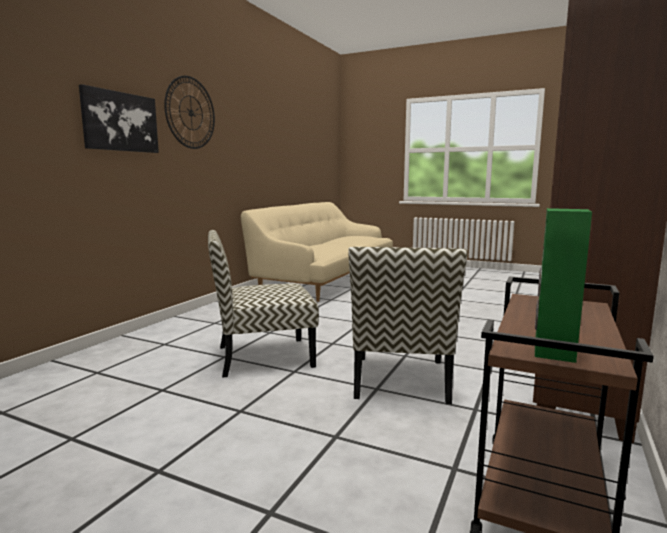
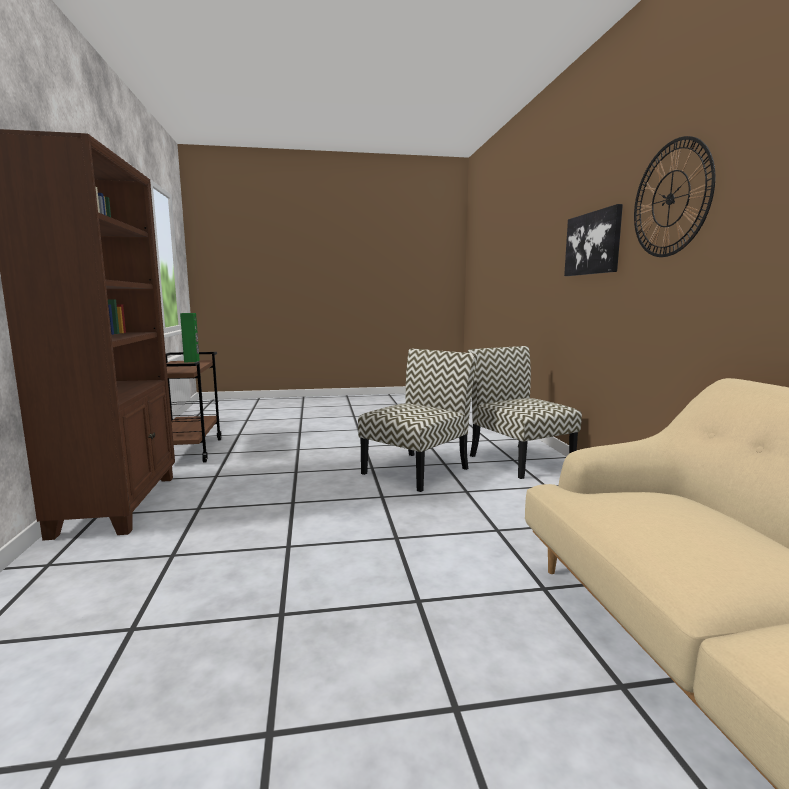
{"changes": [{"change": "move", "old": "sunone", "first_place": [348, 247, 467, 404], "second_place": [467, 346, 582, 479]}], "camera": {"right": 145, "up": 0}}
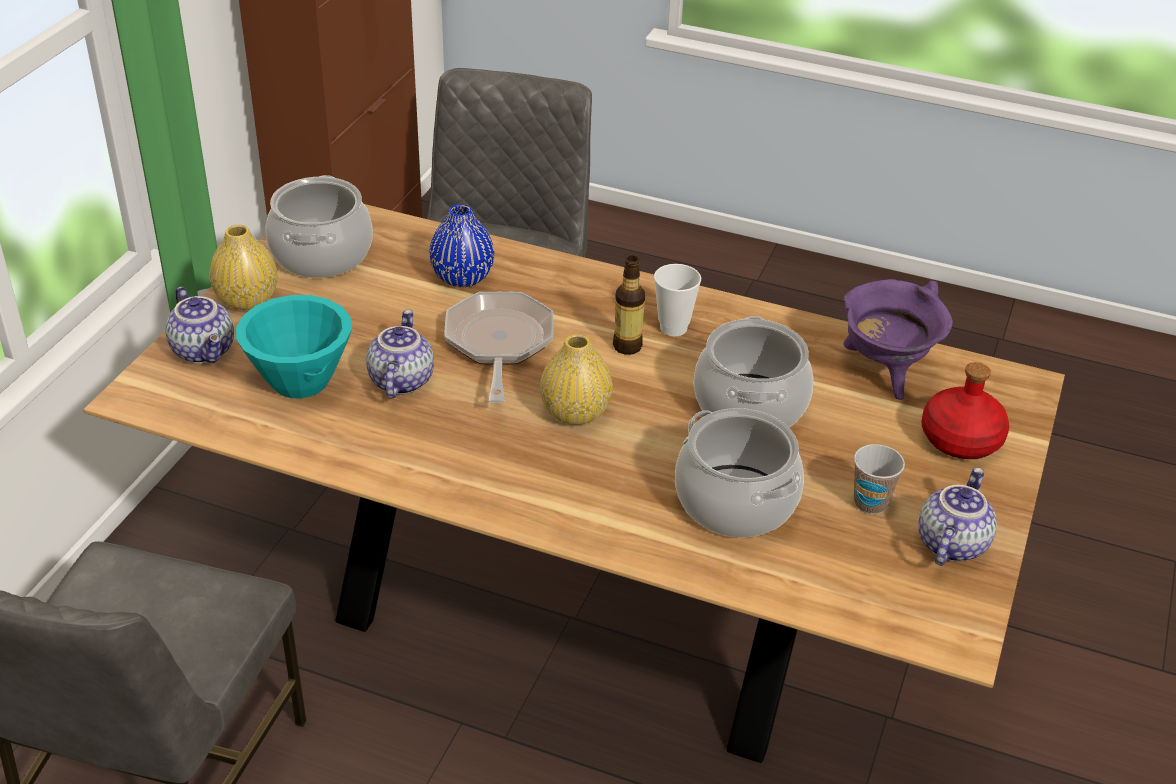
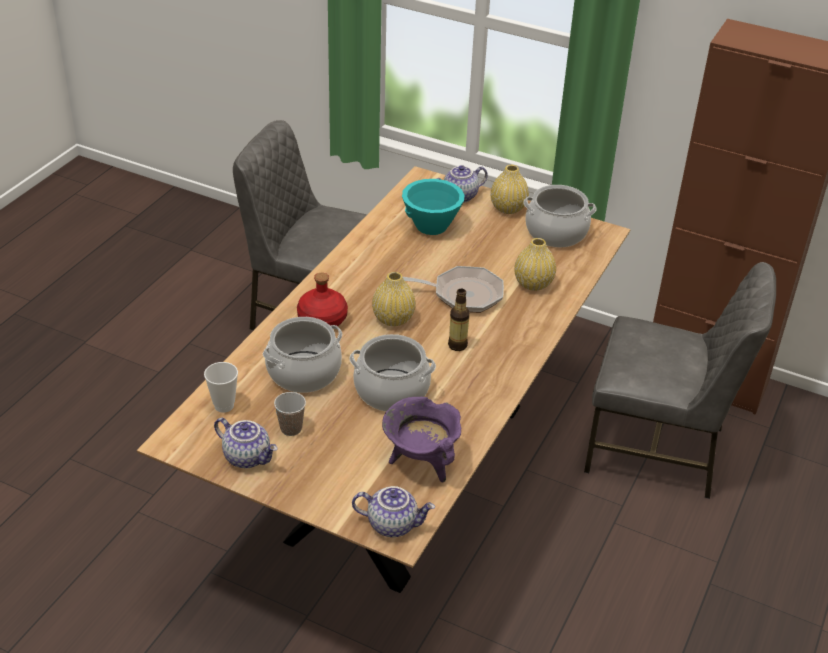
{"changes": [{"change": "recolor", "old": "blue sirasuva", "new": "yellow sirasuva", "first_place": [429, 204, 494, 287], "second_place": [514, 238, 556, 291]}, {"change": "move", "old": "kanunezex", "first_place": [654, 264, 701, 336], "second_place": [204, 362, 238, 413]}, {"change": "move", "old": "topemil", "first_place": [366, 310, 434, 398], "second_place": [352, 486, 435, 537]}, {"change": "move", "old": "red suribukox", "first_place": [922, 362, 1009, 459], "second_place": [297, 272, 348, 326]}], "camera": {"right": 95, "up": 0}}
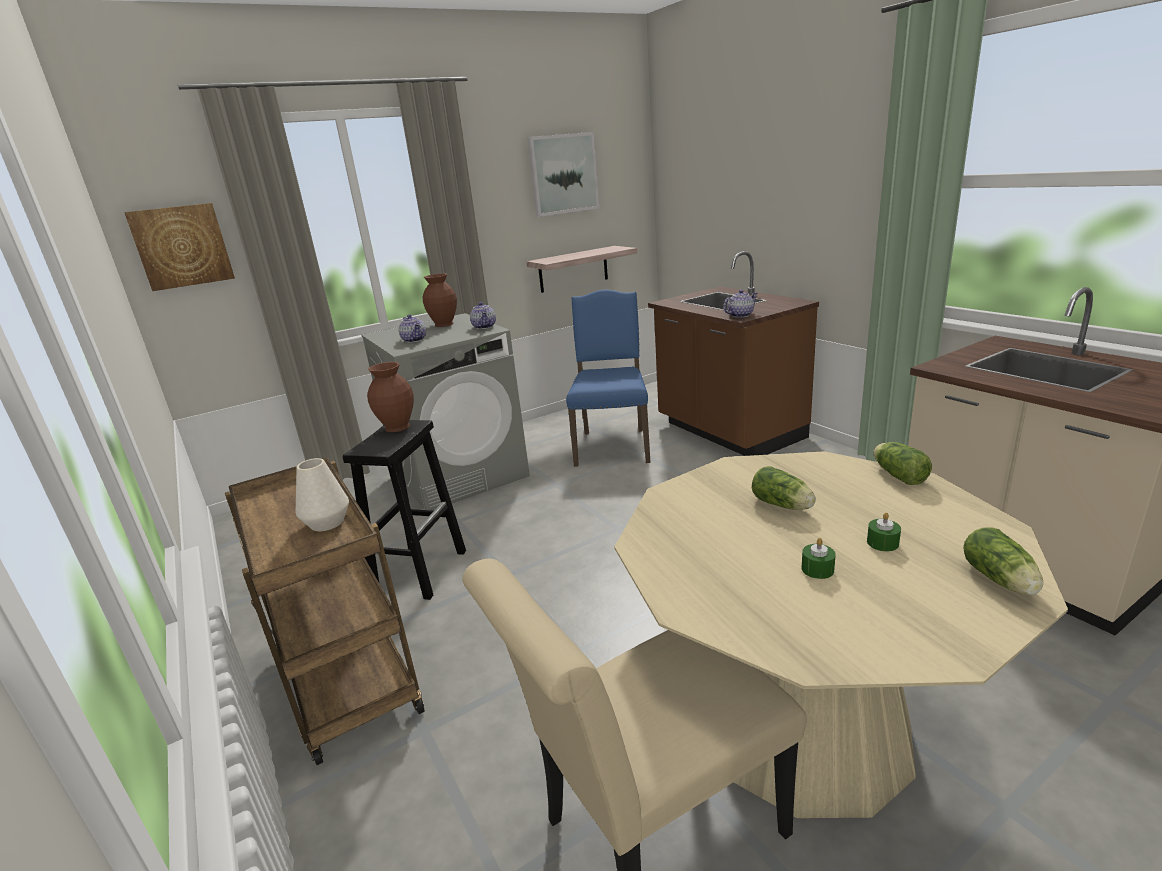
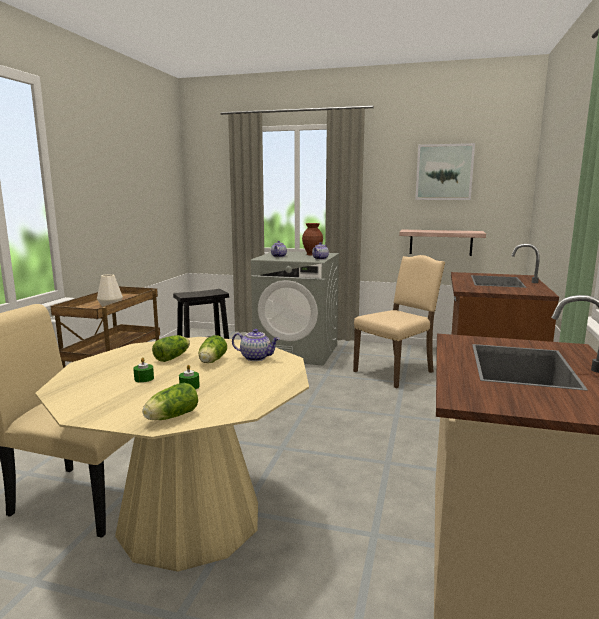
{"changes": [{"change": "delete", "old": "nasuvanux", "first_place": [124, 203, 235, 291]}, {"change": "recolor", "old": "blue sunone", "new": "beige sunone", "first_place": [566, 290, 651, 467], "second_place": [353, 255, 445, 388]}, {"change": "move", "old": "topemil", "first_place": [723, 290, 757, 318], "second_place": [232, 329, 280, 361]}, {"change": "delete", "old": "brown sirasuva", "first_place": [367, 362, 414, 432]}, {"change": "move", "old": "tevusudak", "first_place": [873, 442, 932, 485], "second_place": [152, 335, 190, 362]}], "camera": {"right": 45, "up": -10}}
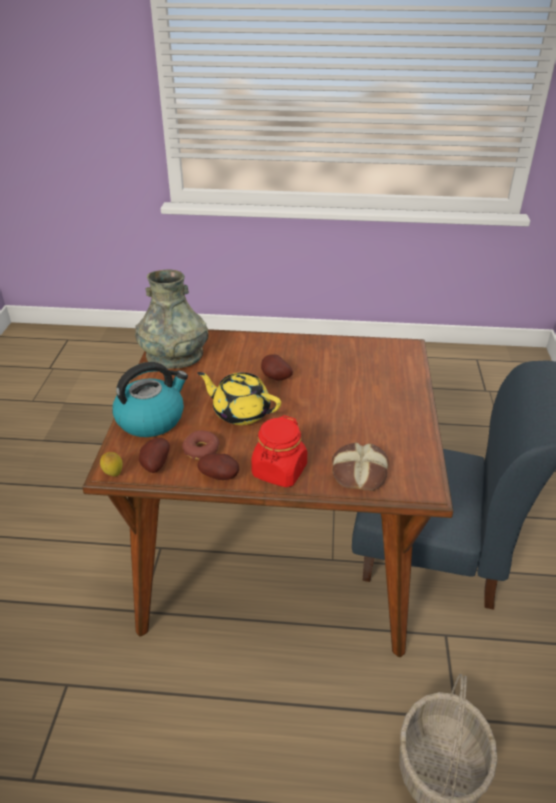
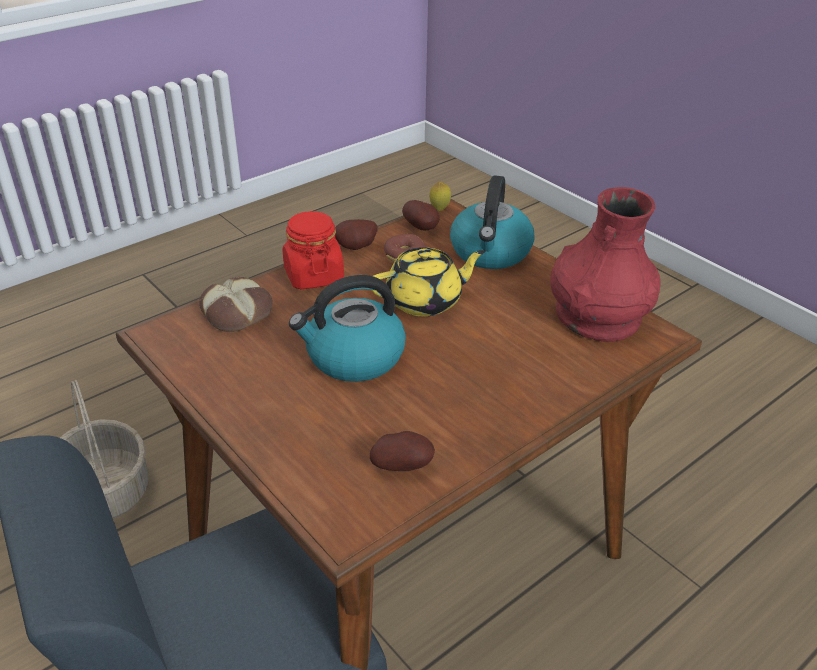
{"changes": [{"change": "recolor", "old": "grey sirasuva", "new": "red sirasuva", "first_place": [135, 270, 208, 369], "second_place": [550, 187, 661, 342]}, {"change": "move", "old": "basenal", "first_place": [261, 354, 293, 381], "second_place": [370, 431, 435, 471]}, {"change": "insert", "new": "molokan", "second_place": [289, 275, 406, 382]}], "camera": {"right": 135, "up": 0}}
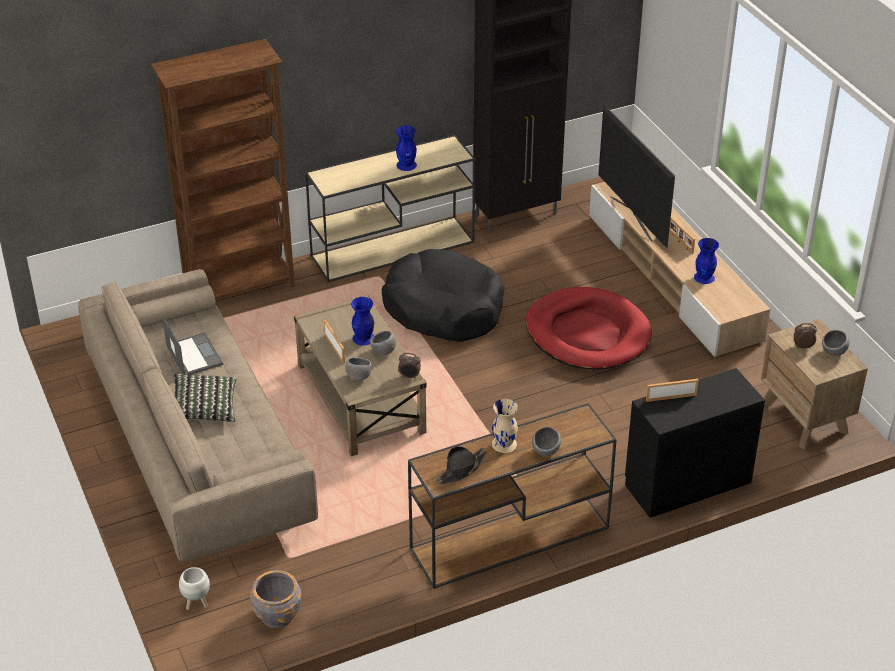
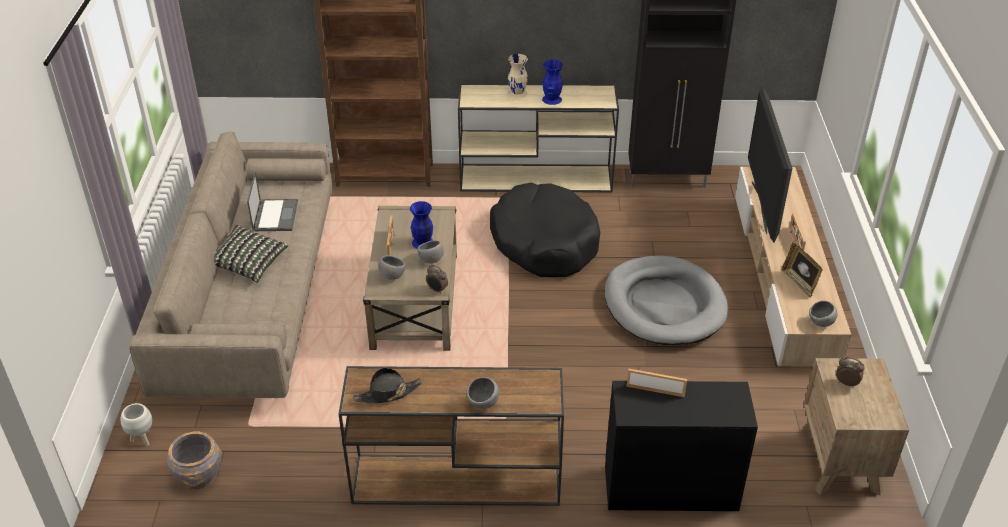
{"changes": [{"change": "replace", "old": "blue sirasuva", "new": "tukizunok", "first_place": [694, 238, 719, 284], "second_place": [782, 243, 823, 298]}, {"change": "recolor", "old": "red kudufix", "new": "grey kudufix", "first_place": [526, 287, 652, 370], "second_place": [605, 256, 729, 345]}, {"change": "move", "old": "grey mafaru", "first_place": [822, 330, 850, 356], "second_place": [809, 301, 837, 327]}, {"change": "move", "old": "beige sirasuva", "first_place": [492, 399, 518, 453], "second_place": [508, 54, 528, 99]}], "camera": {"right": 25, "up": 0}}
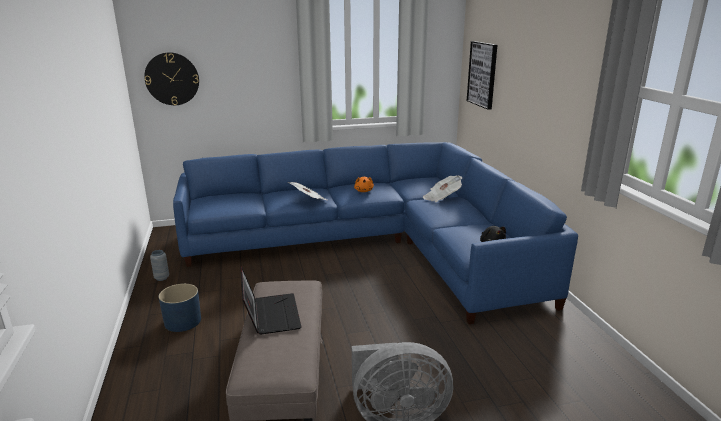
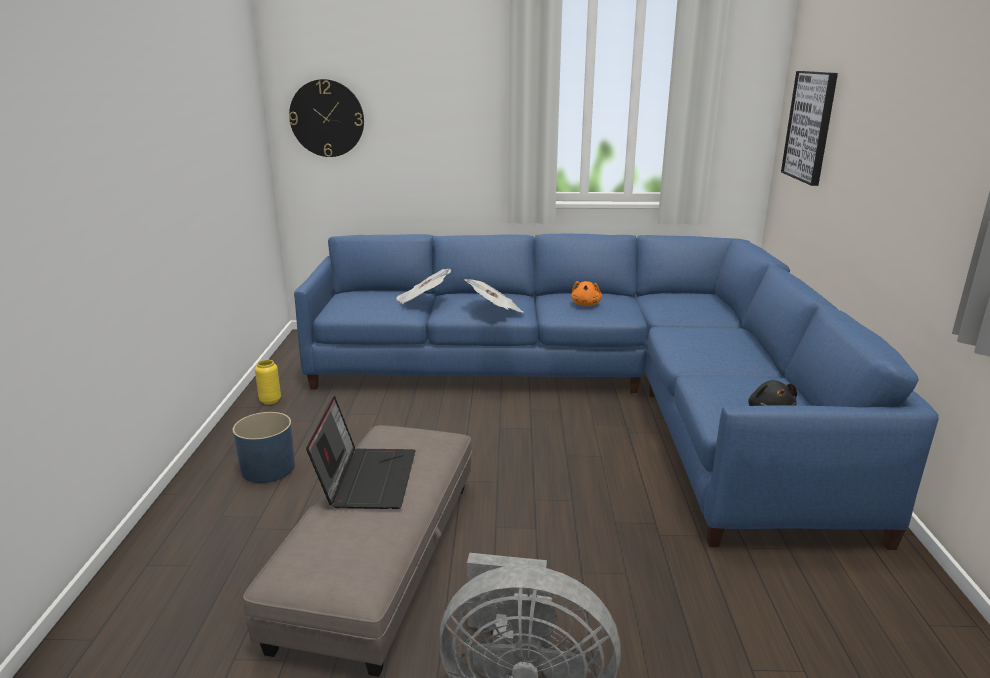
{"changes": [{"change": "move", "old": "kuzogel", "first_place": [423, 176, 462, 202], "second_place": [397, 269, 451, 304]}, {"change": "recolor", "old": "grey sirasuva", "new": "yellow sirasuva", "first_place": [150, 250, 169, 281], "second_place": [255, 360, 281, 405]}], "camera": {"right": 15, "up": 0}}
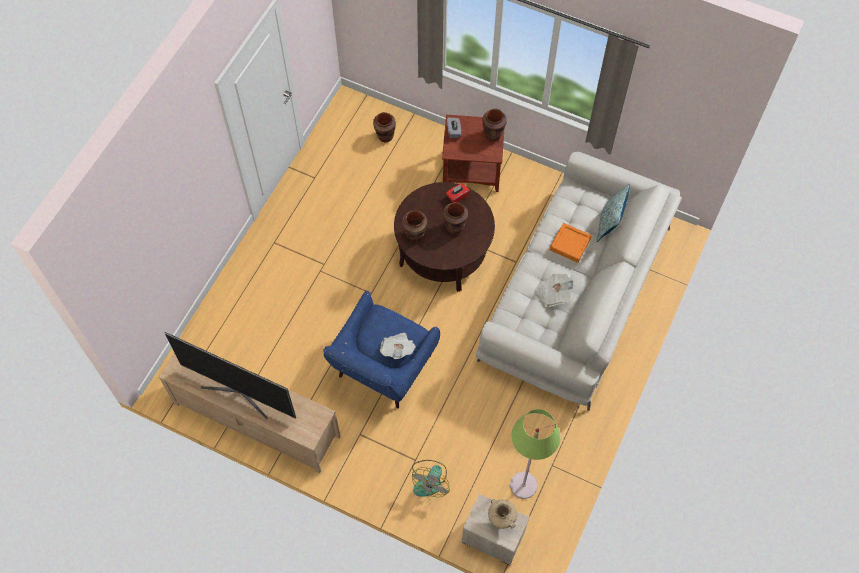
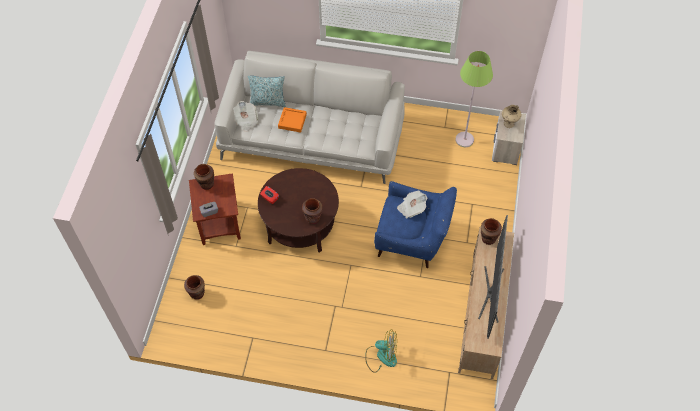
{"changes": [{"change": "move", "old": "brown sirasuva", "first_place": [443, 202, 468, 234], "second_place": [481, 218, 502, 245]}, {"change": "move", "old": "kuzogel", "first_place": [535, 273, 575, 306], "second_place": [233, 101, 258, 132]}, {"change": "move", "old": "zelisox", "first_place": [412, 460, 450, 497], "second_place": [365, 329, 397, 373]}], "camera": {"right": -105, "up": -5}}
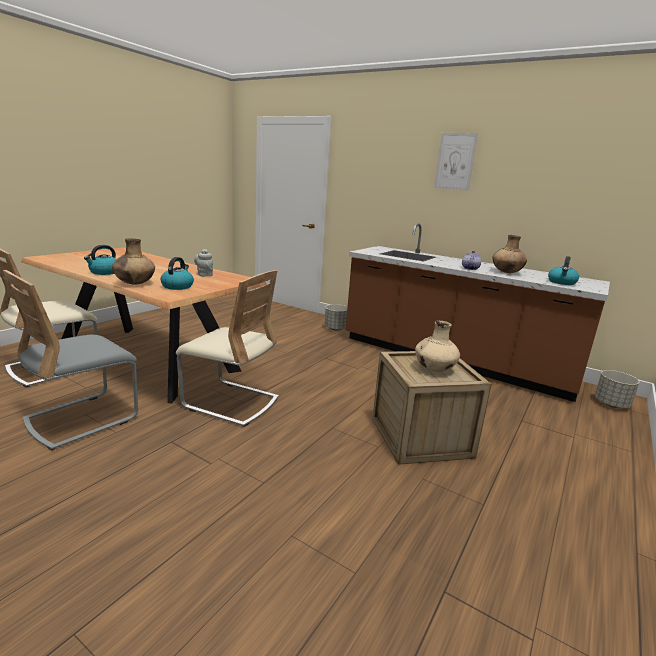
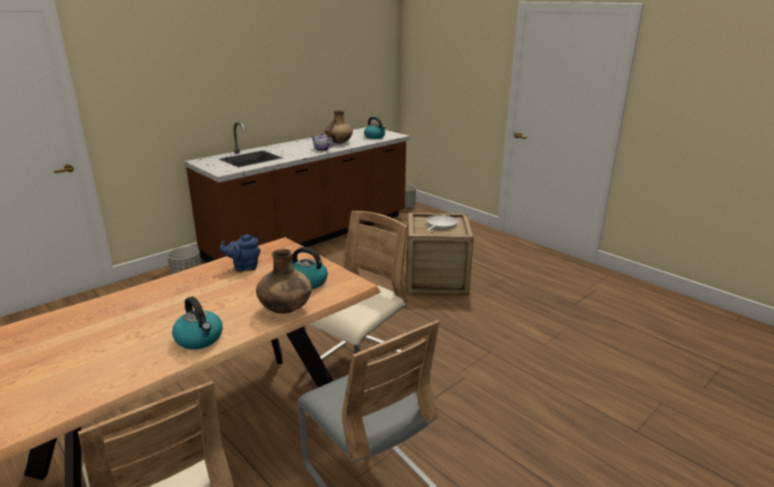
{"changes": [{"change": "delete", "old": "nasuvanux", "first_place": [434, 133, 478, 191]}, {"change": "recolor", "old": "grey topemil", "new": "blue topemil", "first_place": [194, 249, 213, 276], "second_place": [220, 234, 261, 272]}, {"change": "replace", "old": "beige sirasuva", "new": "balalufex", "first_place": [415, 320, 460, 372], "second_place": [427, 215, 458, 231]}], "camera": {"right": -75, "up": 5}}
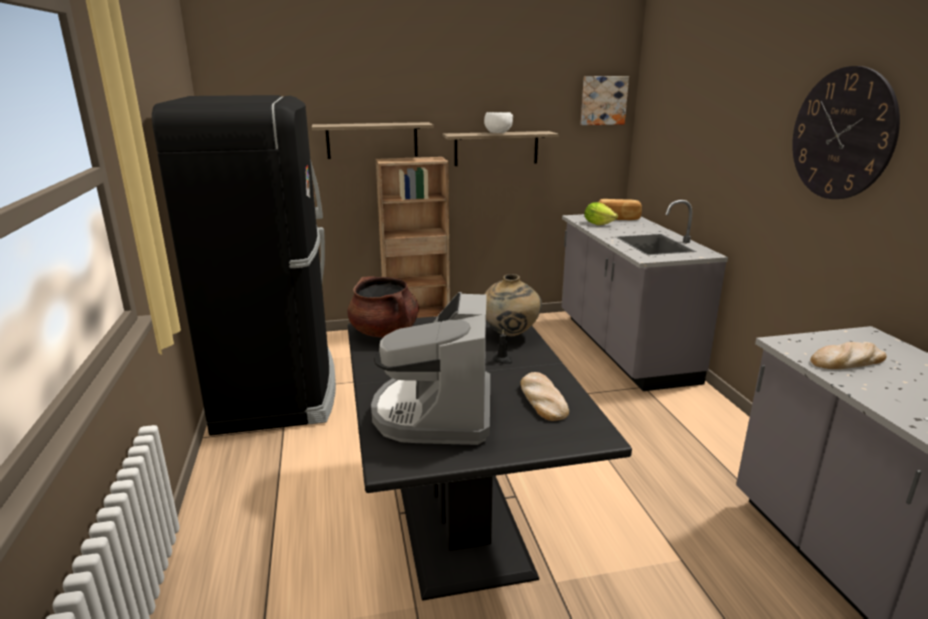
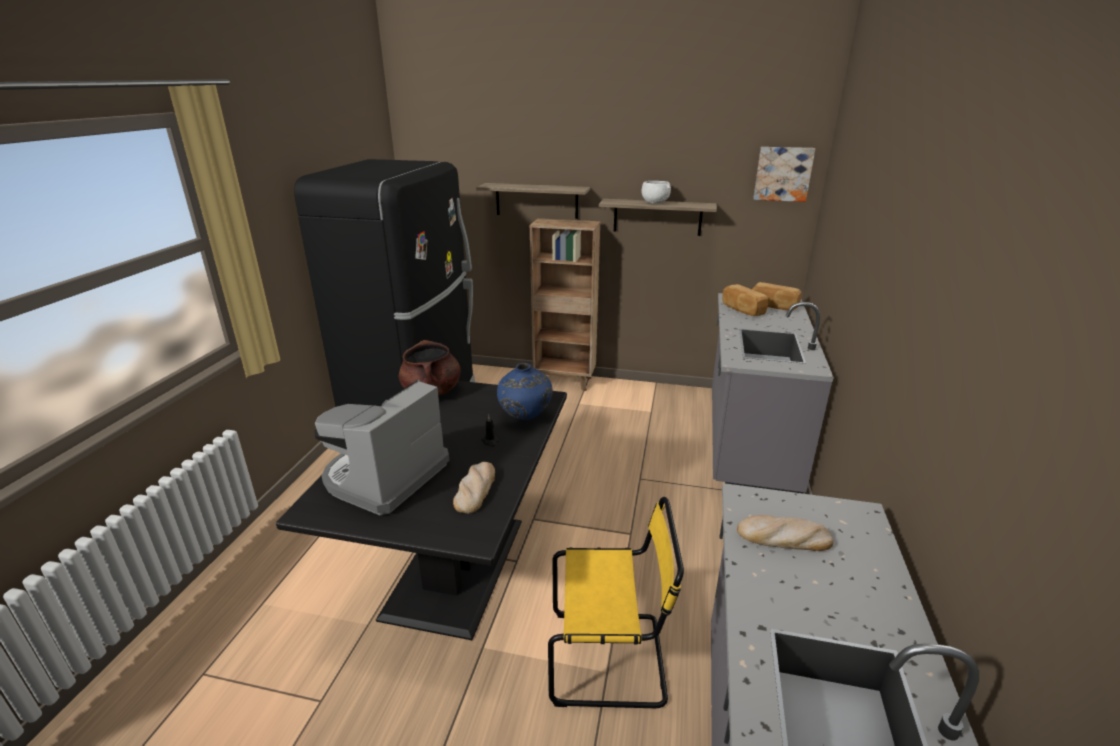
{"changes": [{"change": "delete", "old": "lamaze", "first_place": [792, 66, 900, 199]}, {"change": "replace", "old": "tevusudak", "new": "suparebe", "first_place": [584, 202, 618, 225], "second_place": [722, 284, 768, 316]}, {"change": "recolor", "old": "beige sirasuva", "new": "blue sirasuva", "first_place": [484, 274, 542, 336], "second_place": [497, 363, 553, 420]}, {"change": "insert", "new": "yellow sunone", "second_place": [548, 497, 684, 708]}], "camera": {"right": 25, "up": 5}}
